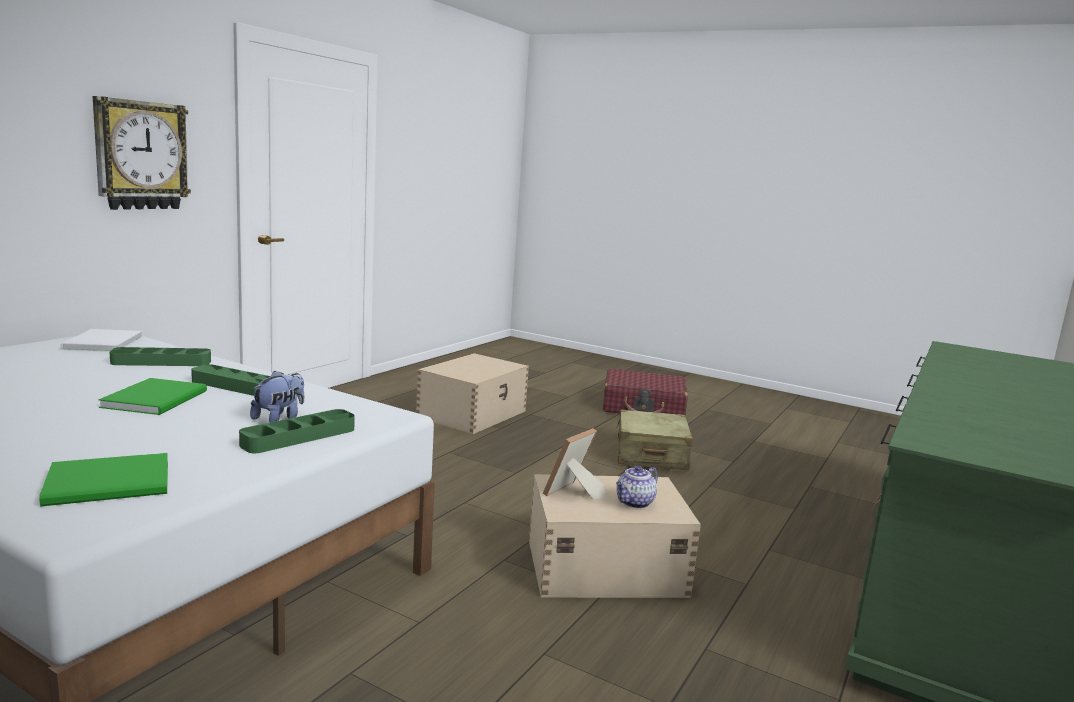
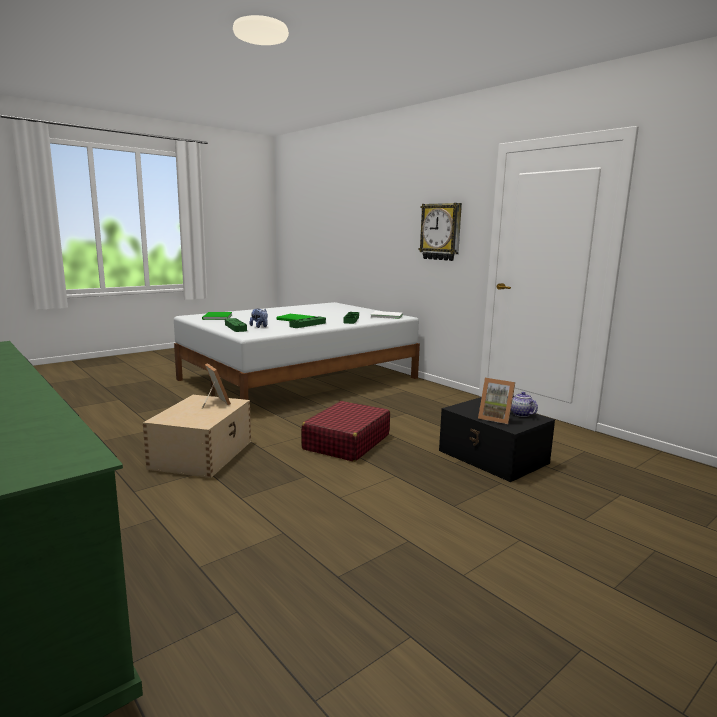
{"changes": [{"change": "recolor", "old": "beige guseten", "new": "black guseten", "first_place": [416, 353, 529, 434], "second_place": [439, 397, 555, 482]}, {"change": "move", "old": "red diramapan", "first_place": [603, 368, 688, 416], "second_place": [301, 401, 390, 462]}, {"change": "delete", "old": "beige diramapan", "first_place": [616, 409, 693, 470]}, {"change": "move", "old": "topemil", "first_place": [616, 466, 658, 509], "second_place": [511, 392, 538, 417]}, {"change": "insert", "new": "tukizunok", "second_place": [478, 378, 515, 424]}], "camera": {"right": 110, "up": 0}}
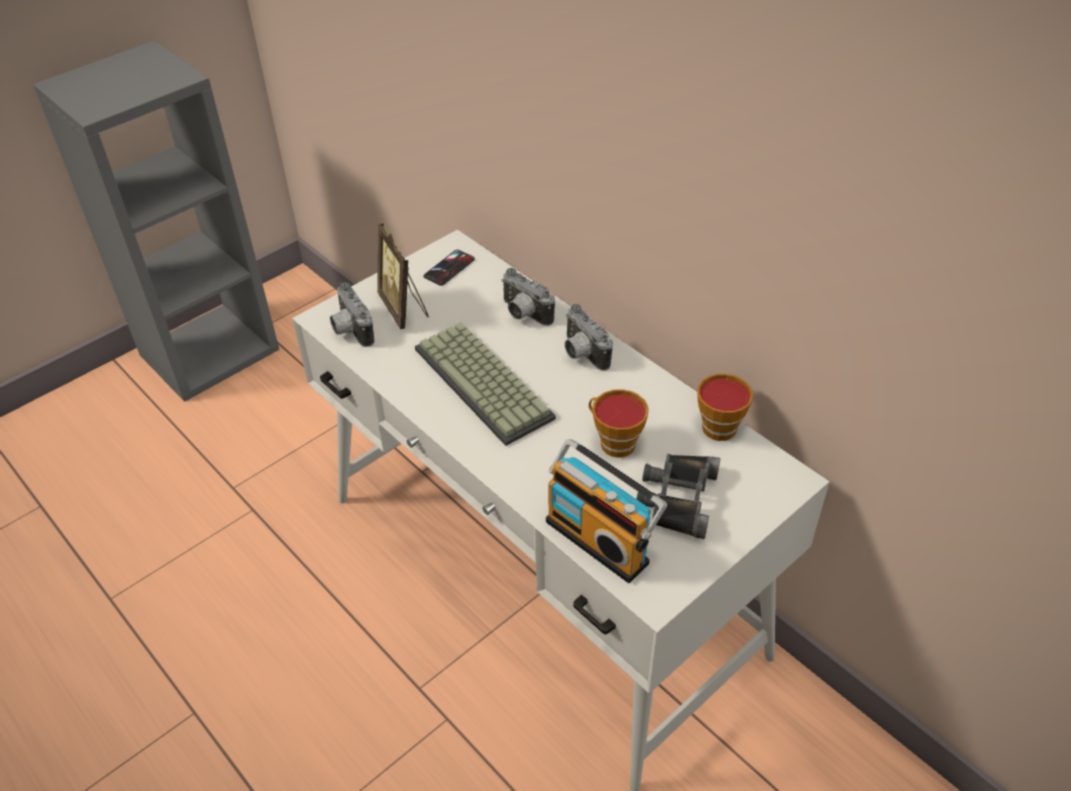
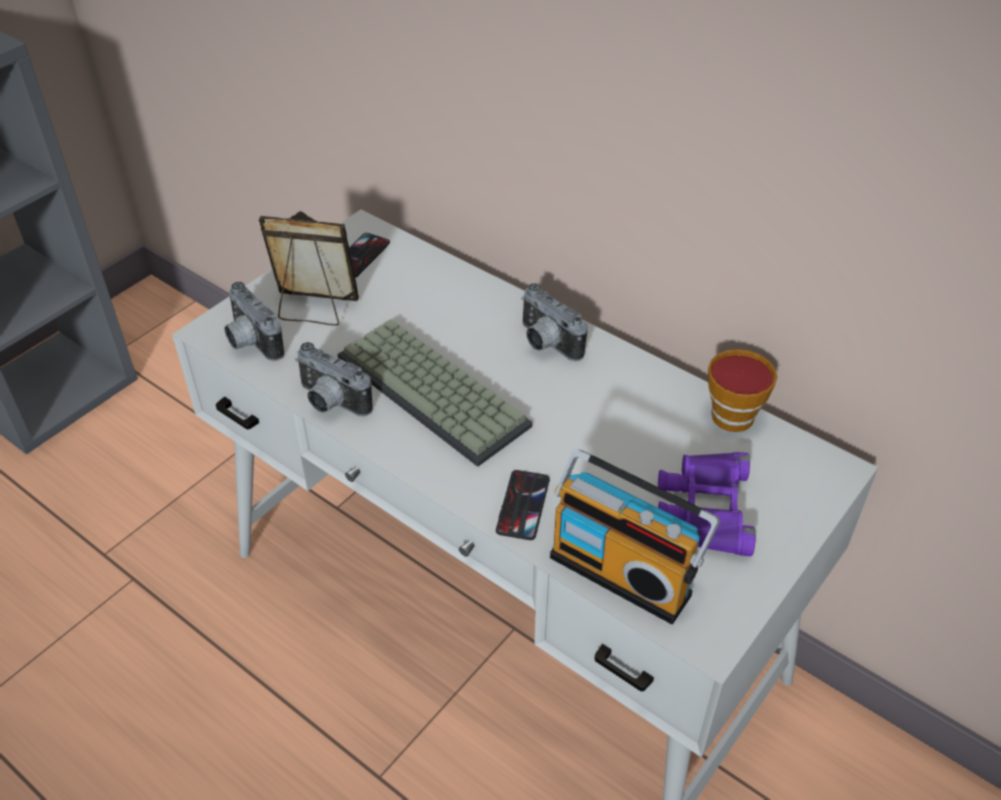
{"changes": [{"change": "rotate", "old": "tukizunok", "first_place": [377, 223, 429, 330], "second_place": [259, 211, 359, 325], "degrees": 135}, {"change": "move", "old": "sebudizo", "first_place": [501, 268, 555, 326], "second_place": [295, 342, 373, 417]}, {"change": "delete", "old": "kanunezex", "first_place": [589, 389, 649, 458]}, {"change": "recolor", "old": "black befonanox", "new": "purple befonanox", "first_place": [637, 454, 720, 539], "second_place": [658, 452, 756, 556]}, {"change": "insert", "new": "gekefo", "second_place": [496, 470, 550, 540]}], "camera": {"right": -10, "up": 0}}
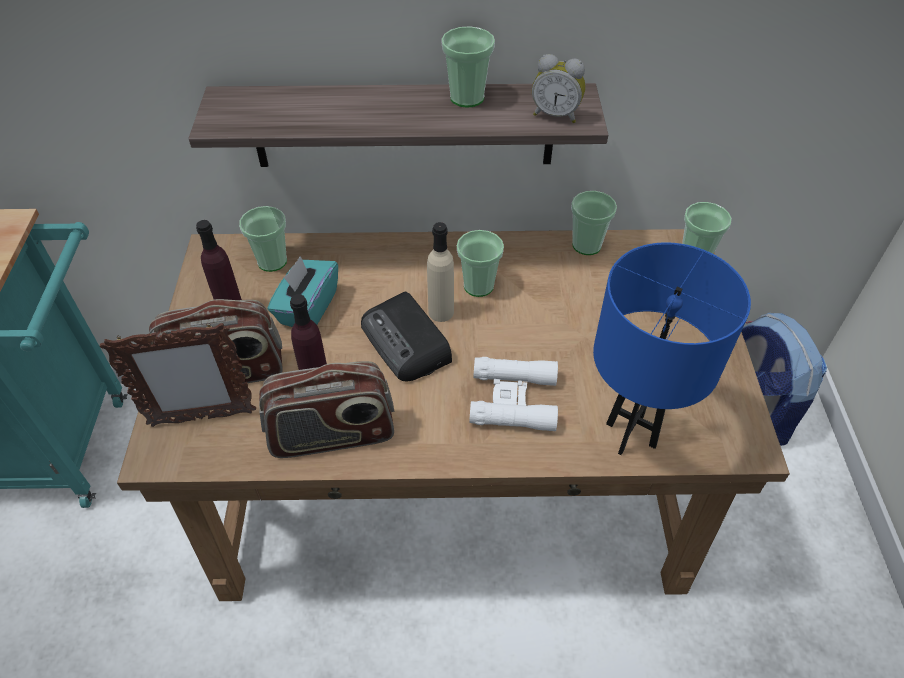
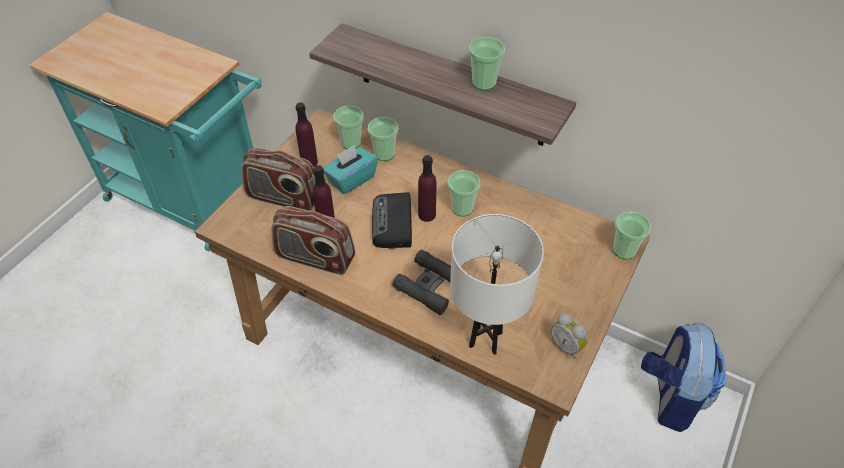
{"changes": [{"change": "move", "old": "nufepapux", "first_place": [532, 54, 586, 123], "second_place": [551, 313, 588, 359]}, {"change": "move", "old": "kanunezex", "first_place": [571, 191, 617, 255], "second_place": [368, 117, 398, 161]}, {"change": "recolor", "old": "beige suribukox", "new": "purple suribukox", "first_place": [427, 222, 454, 322], "second_place": [418, 155, 436, 222]}, {"change": "recolor", "old": "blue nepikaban", "new": "white nepikaban", "first_place": [593, 242, 751, 455], "second_place": [450, 214, 544, 355]}, {"change": "delete", "old": "tukizunok", "first_place": [100, 323, 256, 427]}, {"change": "recolor", "old": "white befonanox", "new": "black befonanox", "first_place": [469, 357, 558, 432], "second_place": [392, 250, 468, 315]}], "camera": {"right": 30, "up": 0}}
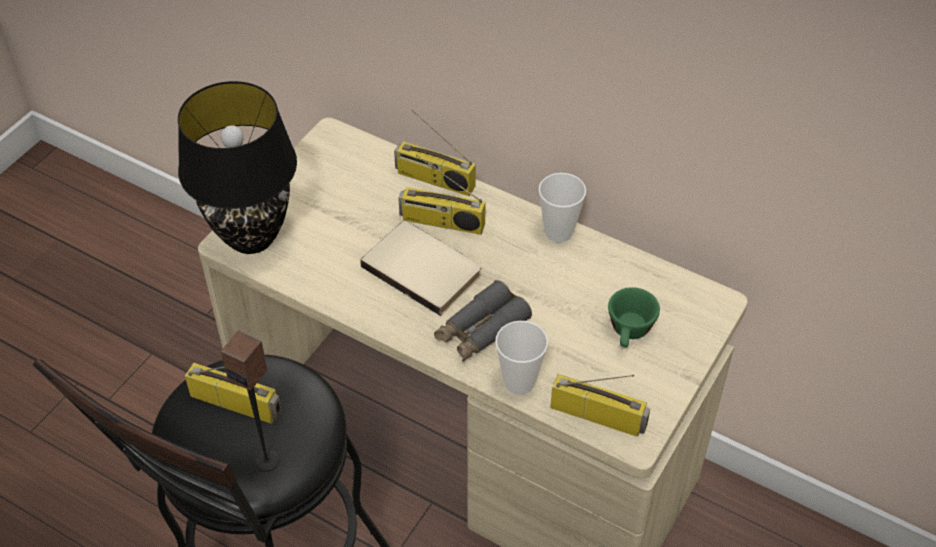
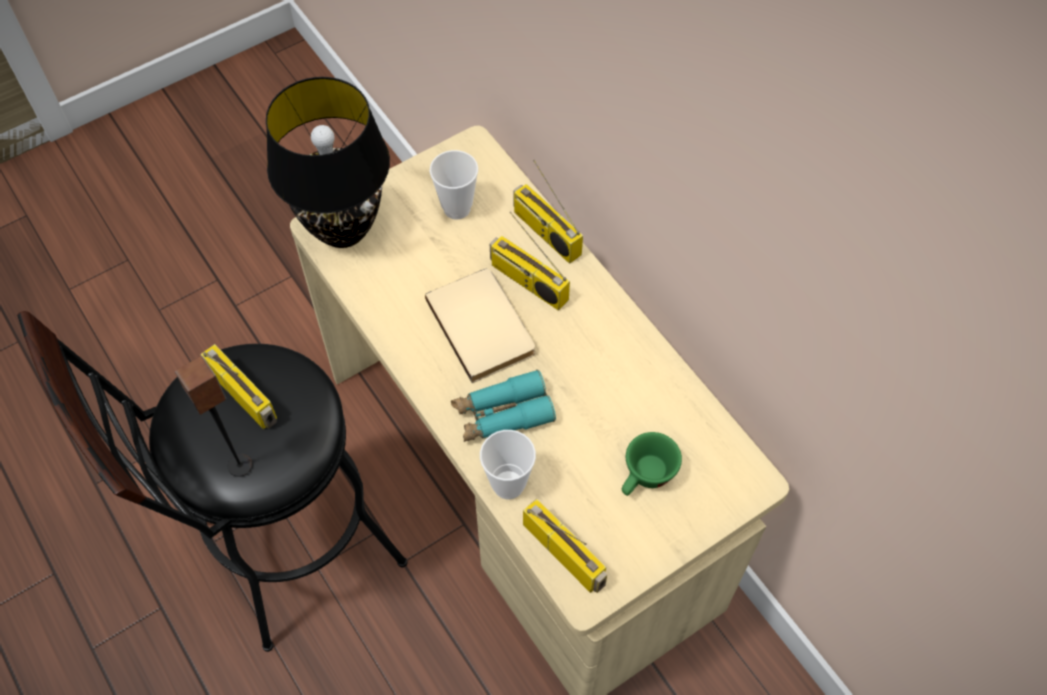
{"changes": [{"change": "move", "old": "kanunezex", "first_place": [538, 173, 586, 243], "second_place": [430, 150, 478, 220]}, {"change": "recolor", "old": "grey befonanox", "new": "turquoise befonanox", "first_place": [434, 280, 532, 362], "second_place": [451, 369, 556, 442]}], "camera": {"right": 25, "up": 10}}
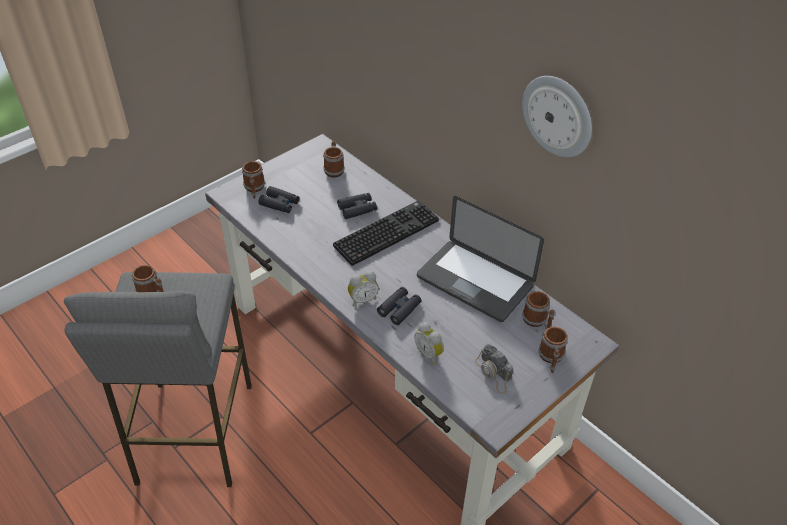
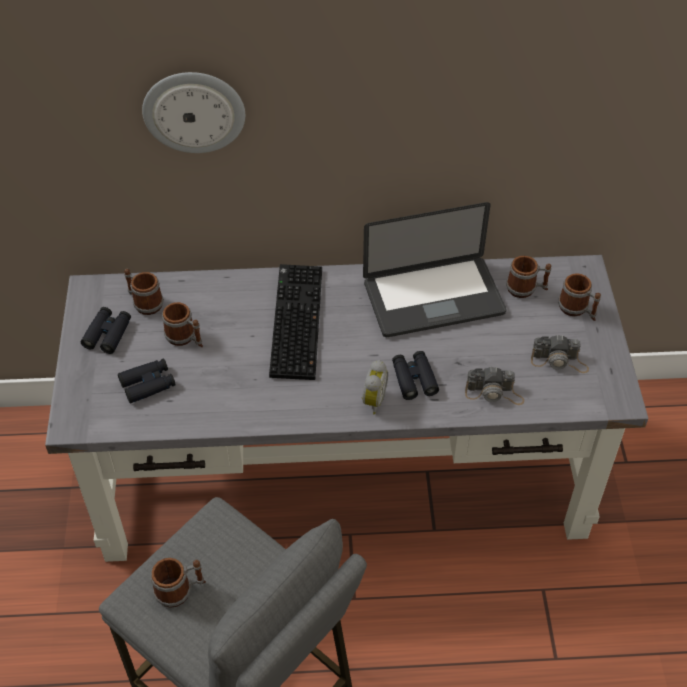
{"changes": [{"change": "move", "old": "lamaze", "first_place": [522, 76, 592, 157], "second_place": [142, 72, 245, 153]}, {"change": "move", "old": "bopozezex", "first_place": [242, 161, 265, 199], "second_place": [162, 302, 203, 347]}, {"change": "move", "old": "black befonanox", "first_place": [337, 193, 377, 219], "second_place": [81, 307, 131, 354]}, {"change": "replace", "old": "nufepapux", "new": "sebudizo", "first_place": [414, 322, 444, 365], "second_place": [465, 367, 524, 405]}], "camera": {"right": -50, "up": 5}}
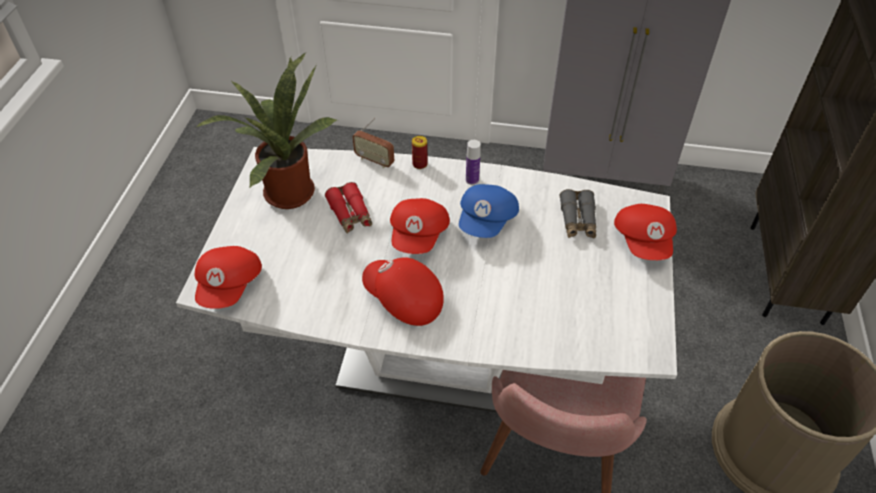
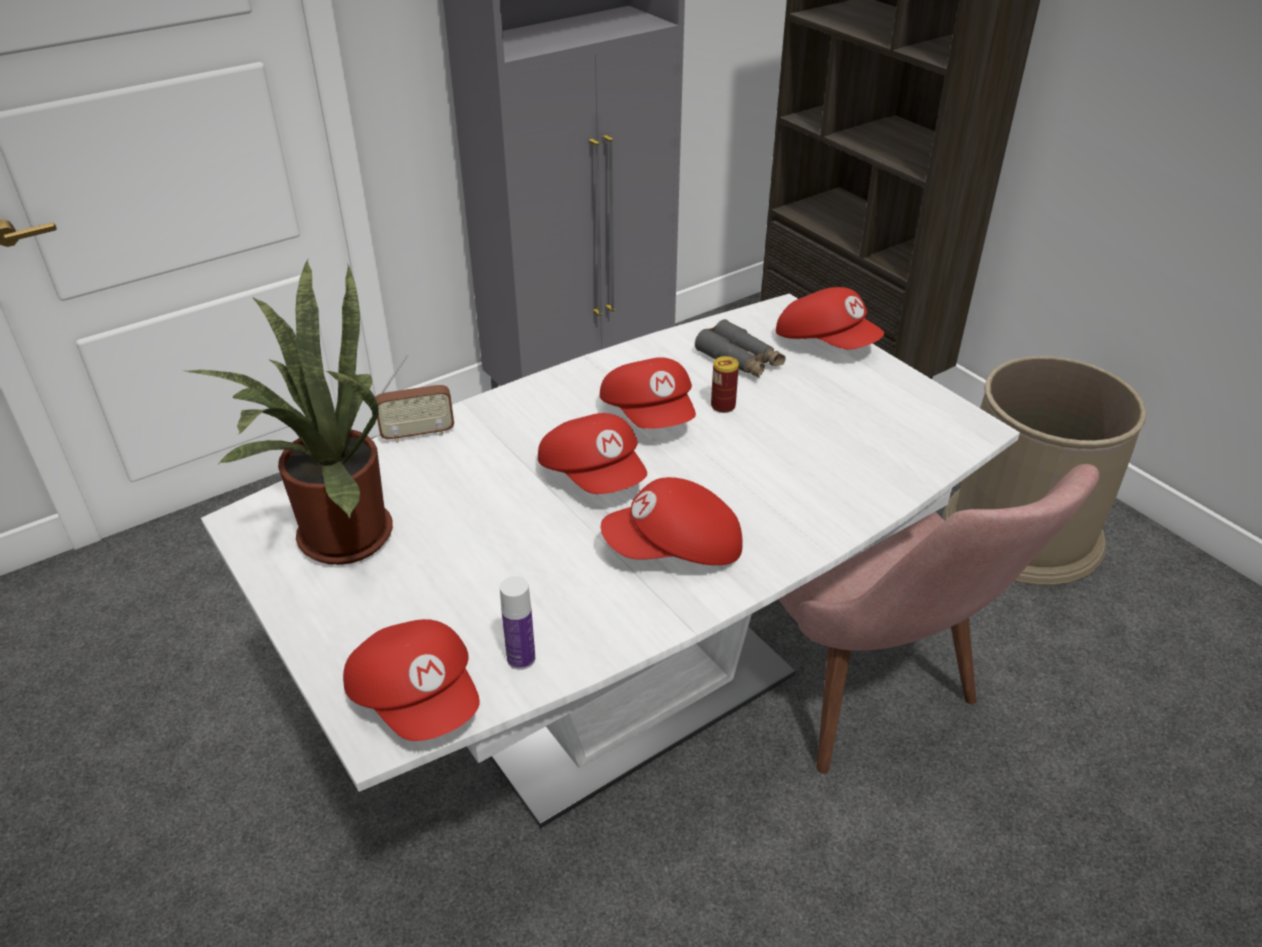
{"changes": [{"change": "move", "old": "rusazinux", "first_place": [412, 136, 428, 169], "second_place": [711, 356, 739, 413]}, {"change": "move", "old": "suribukox", "first_place": [466, 140, 481, 185], "second_place": [500, 576, 535, 670]}, {"change": "delete", "old": "red befonanox", "first_place": [325, 182, 372, 234]}, {"change": "recolor", "old": "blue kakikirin", "new": "red kakikirin", "first_place": [459, 184, 519, 238], "second_place": [600, 357, 696, 429]}], "camera": {"right": -45, "up": -10}}
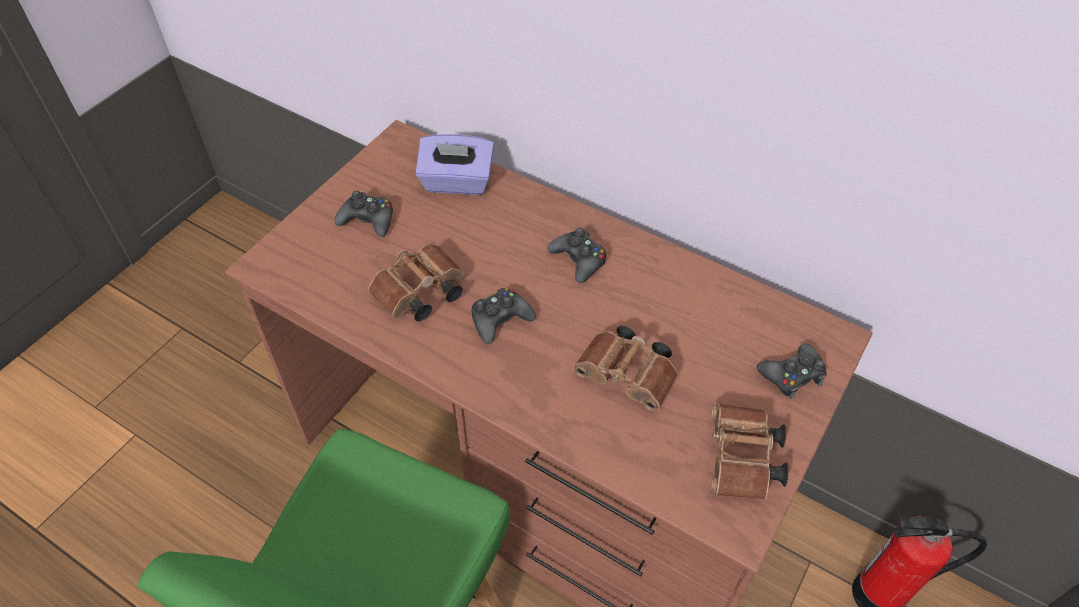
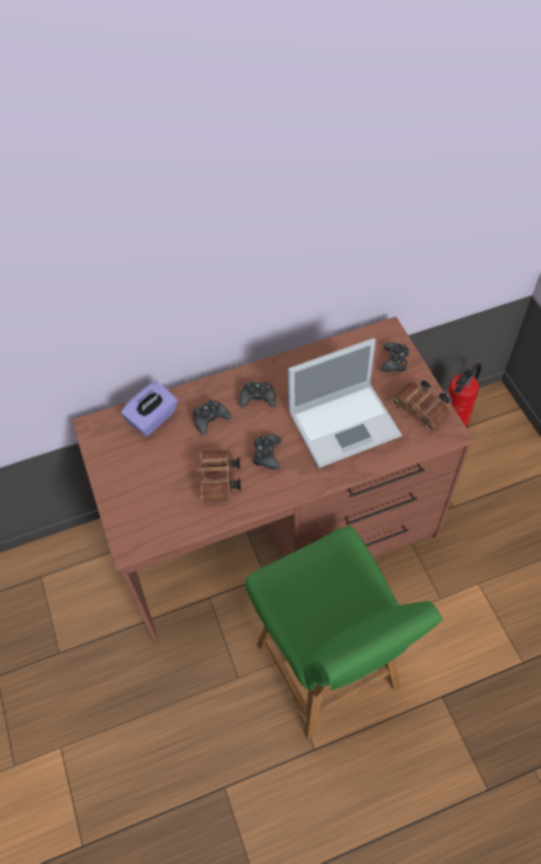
{"changes": [{"change": "move", "old": "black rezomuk", "first_place": [335, 191, 393, 237], "second_place": [193, 400, 231, 434]}, {"change": "replace", "old": "brown befonanox", "new": "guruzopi", "first_place": [574, 326, 678, 411], "second_place": [288, 338, 402, 468]}], "camera": {"right": -50, "up": 5}}
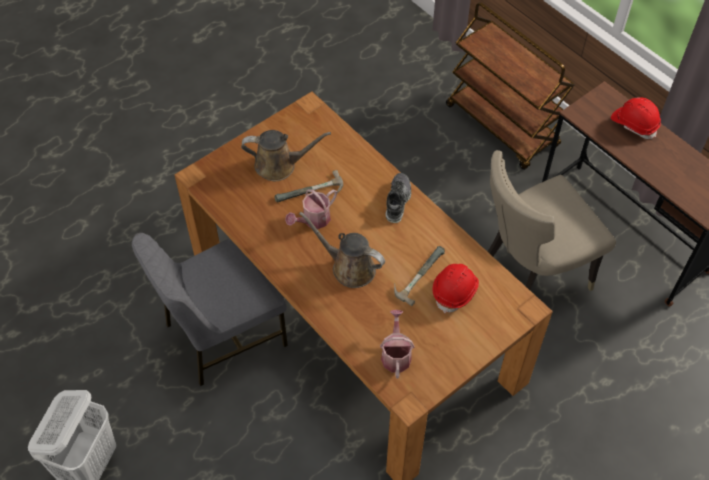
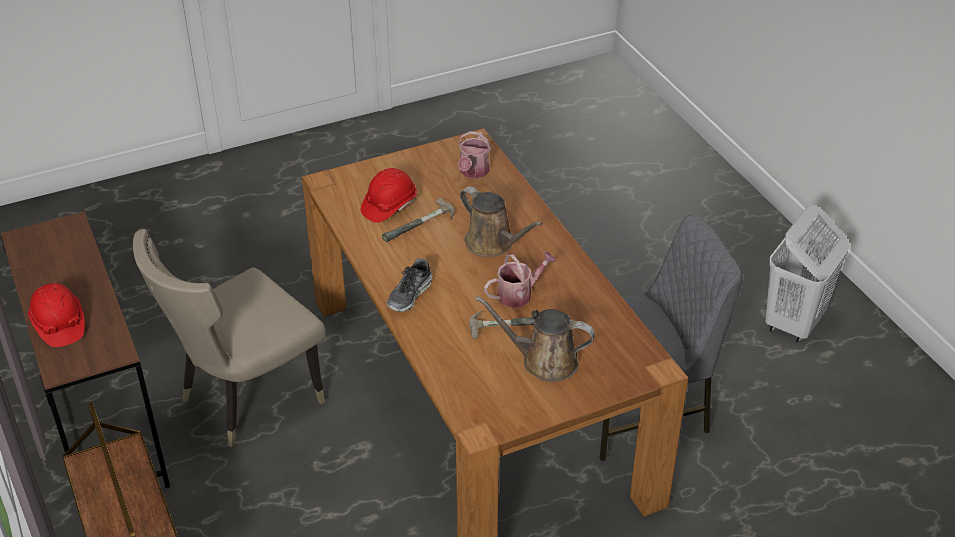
{"changes": [{"change": "rotate", "old": "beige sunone", "first_place": [488, 150, 616, 291], "second_place": [133, 229, 326, 447], "degrees": 150}], "camera": {"right": -165, "up": -15}}
